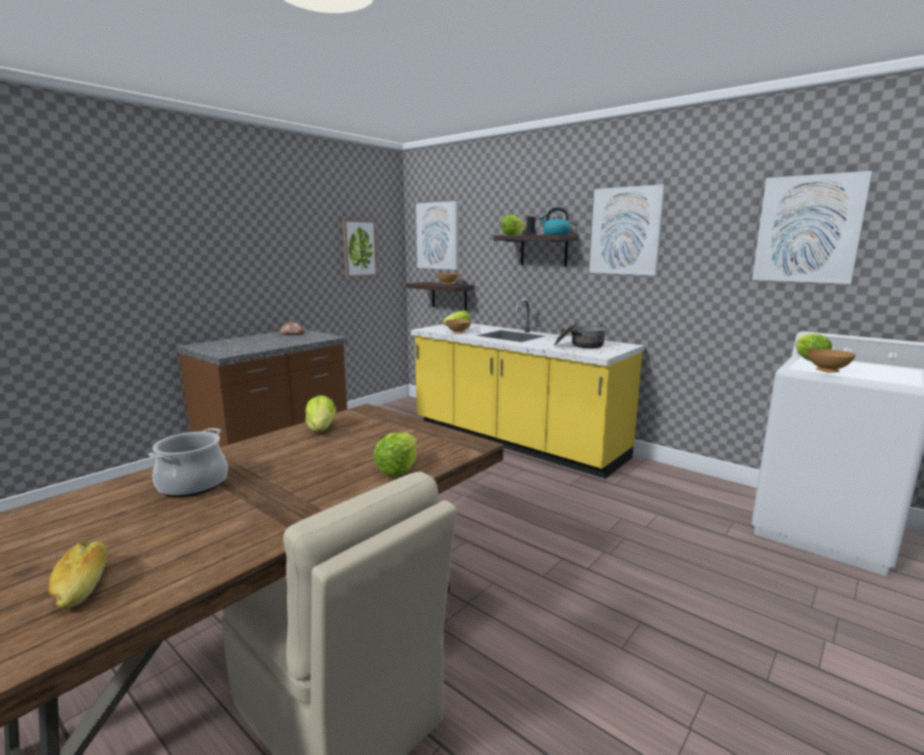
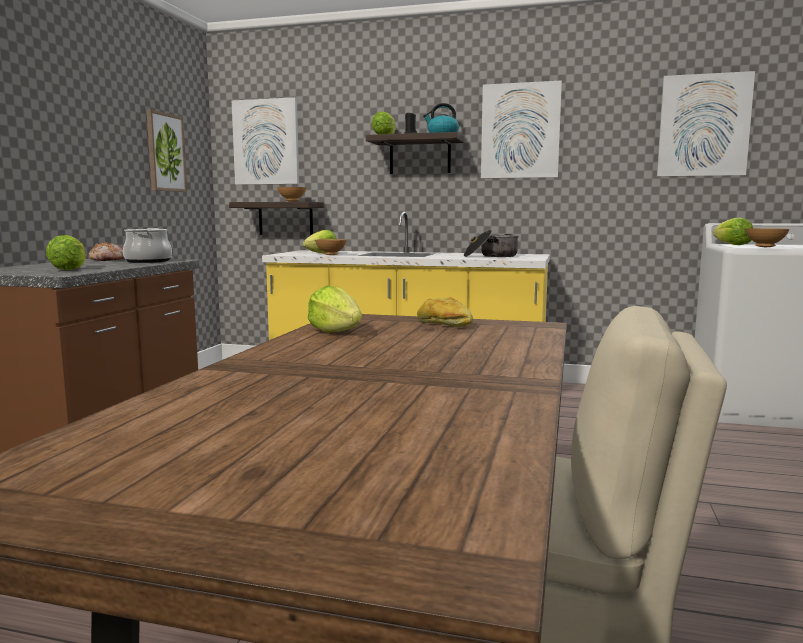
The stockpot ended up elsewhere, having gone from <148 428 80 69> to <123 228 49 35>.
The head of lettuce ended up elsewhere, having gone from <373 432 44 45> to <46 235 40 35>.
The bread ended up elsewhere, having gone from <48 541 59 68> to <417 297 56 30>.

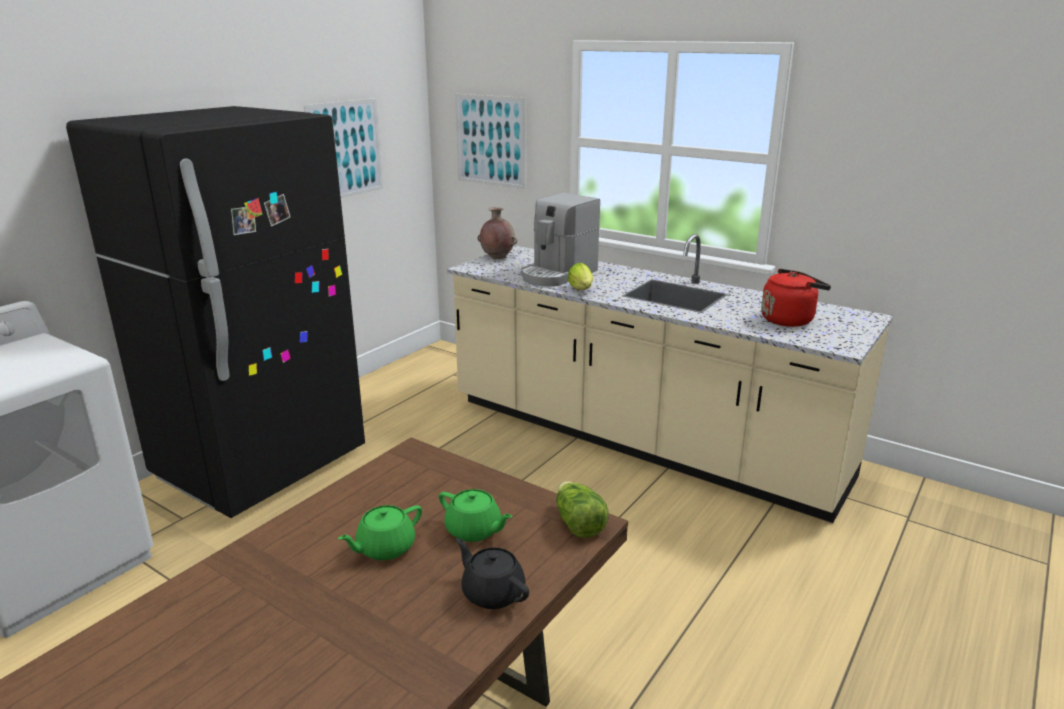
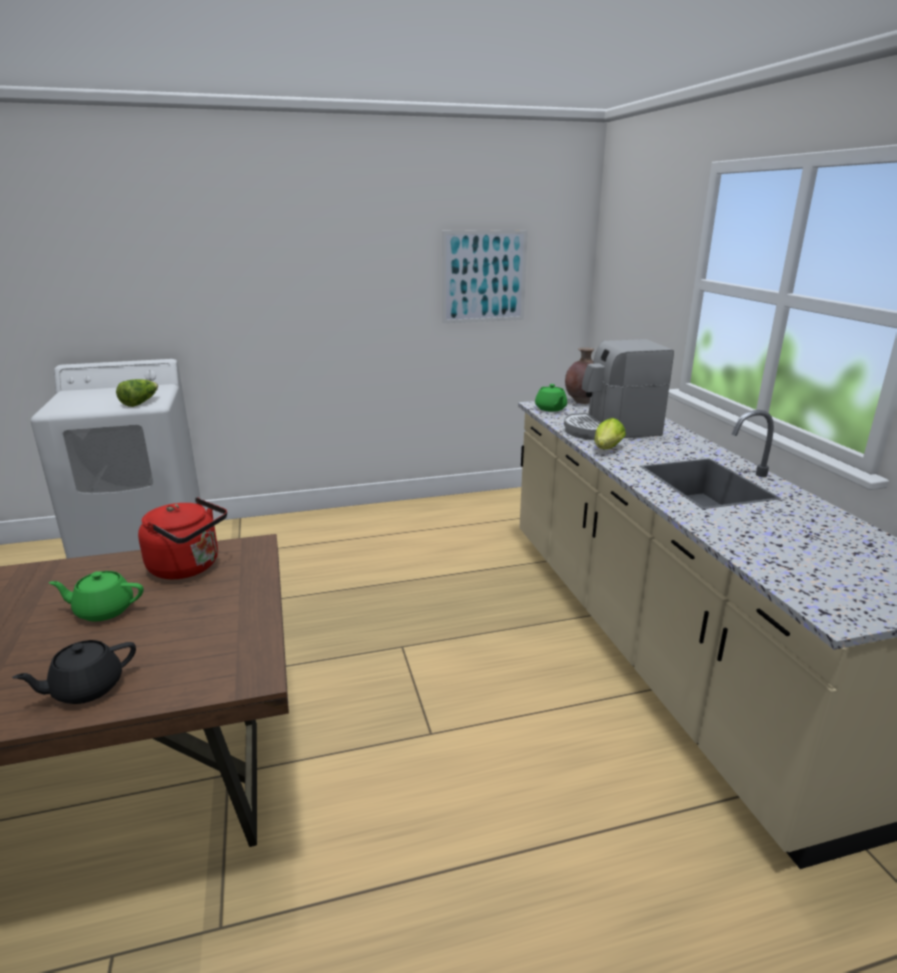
The second view lost the wall art at <455 94 71 95>.
The second view lost the black-coloured kitchen fridge at <66 106 299 412>.
The red water kettle ended up elsewhere, having gone from <761 269 70 58> to <138 497 89 82>.
The head of lettuce ended up elsewhere, having gone from <556 481 53 57> to <116 379 42 28>.
The greenish teapot ended up elsewhere, having gone from <439 489 74 53> to <535 384 32 28>.
The black-coloured teapot at <456 538 73 71> ended up facing another way, 120 degrees counterclockwise from before.

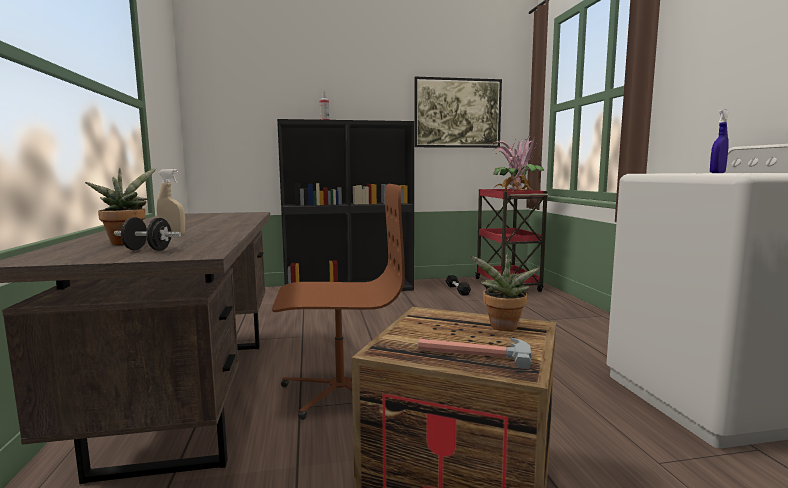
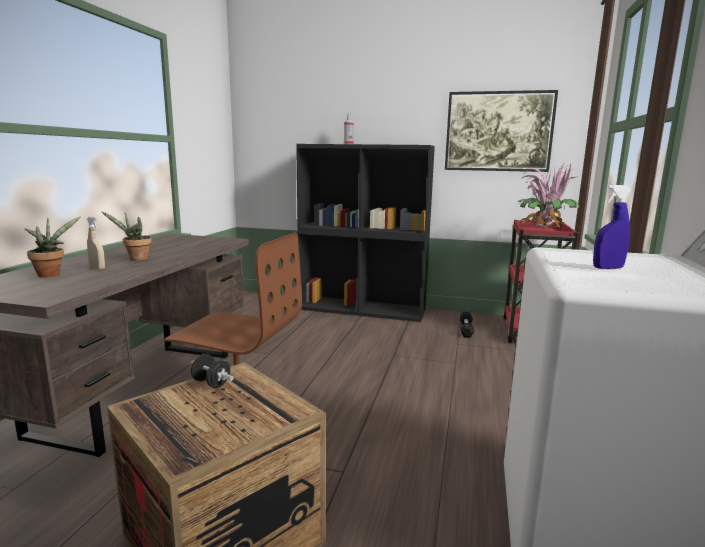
The black-coloured free weight ended up elsewhere, having gone from <114 217 67 34> to <190 354 43 34>.
The houseplant ended up elsewhere, having gone from <470 253 70 78> to <102 212 50 49>.
The second view lost the hammer at <417 338 114 31>.

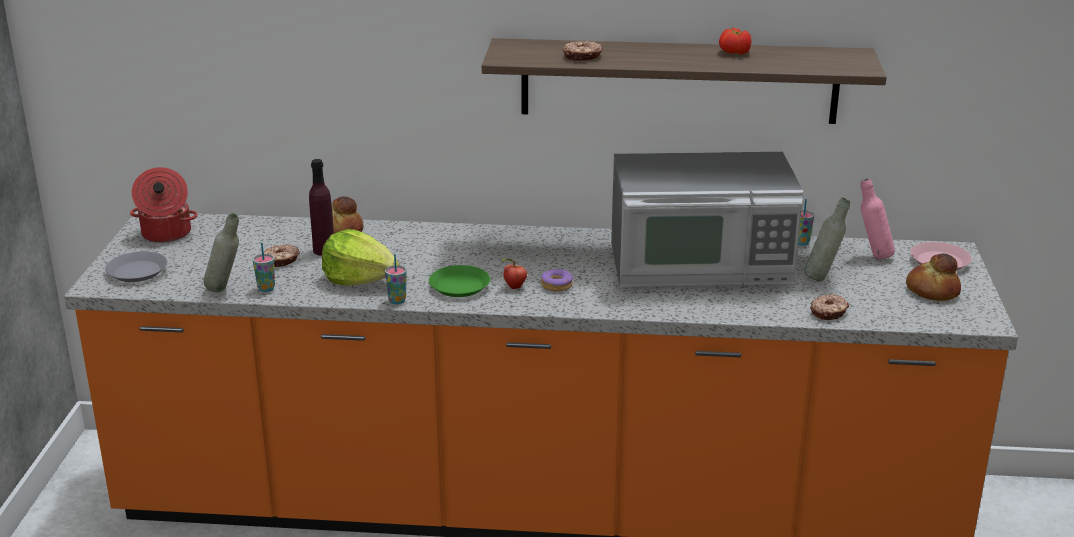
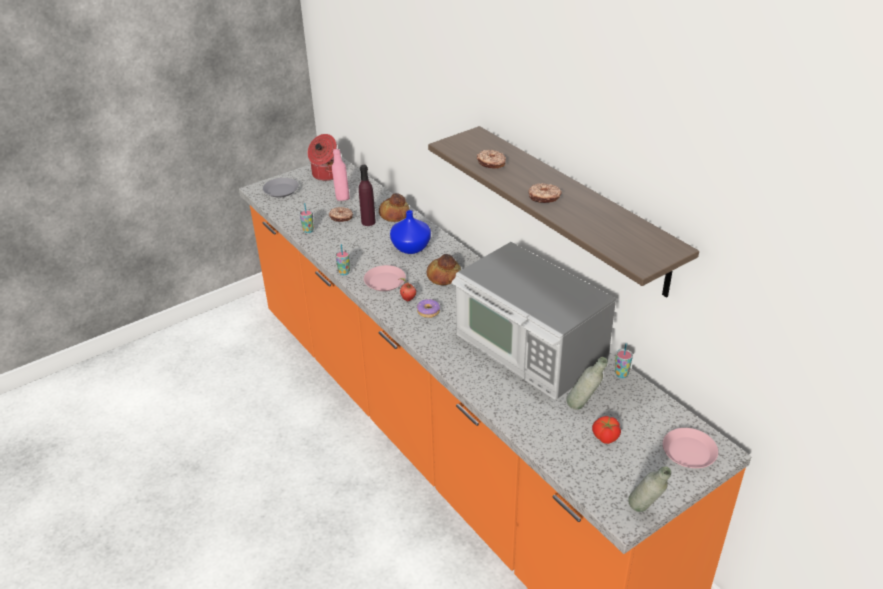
The whole tomato ended up elsewhere, having gone from <719 28 33 27> to <592 416 29 28>.
The pink-coloured drink bottle ended up elsewhere, having gone from <860 178 35 82> to <332 149 18 52>.
The greyish drink bottle ended up elsewhere, having gone from <203 213 36 79> to <628 466 43 46>.
The second view lost the head of lettuce at <322 229 77 57>.
The bread ended up elsewhere, having gone from <906 254 55 47> to <427 254 34 31>.
What was the greenish plate at <429 265 61 32> turned into the pink-coloured plate at <364 265 42 26>.
The donut ended up elsewhere, having gone from <810 294 39 26> to <528 183 34 20>.
The second view gained the blue-coloured decorative vase at <390 210 41 44>.

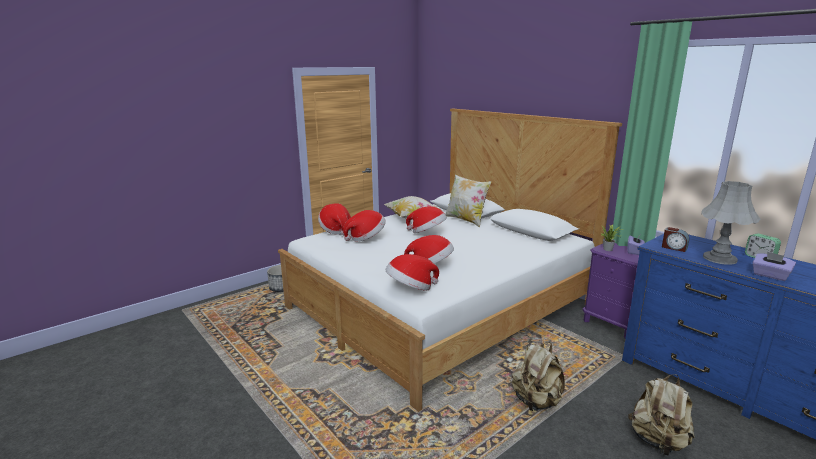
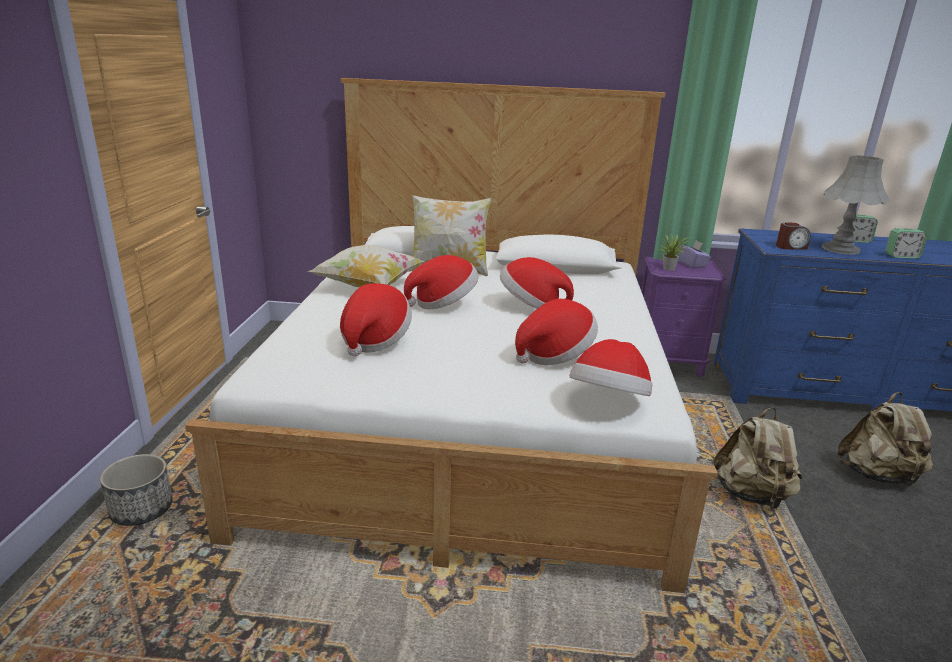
The hat ended up elsewhere, having gone from <318 203 33 32> to <500 257 74 52>.
Where the purplish box of tissues stood at <753 252 43 29>, the table clock came to stand at <885 228 43 31>.

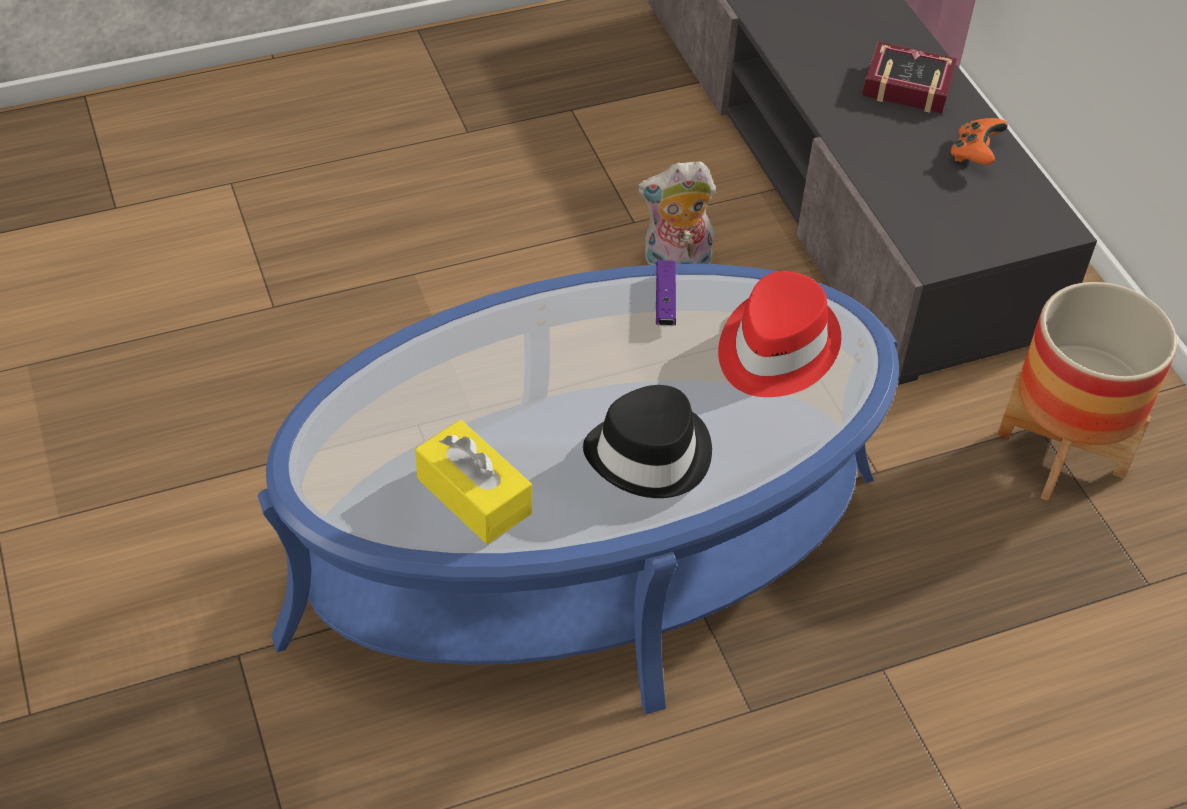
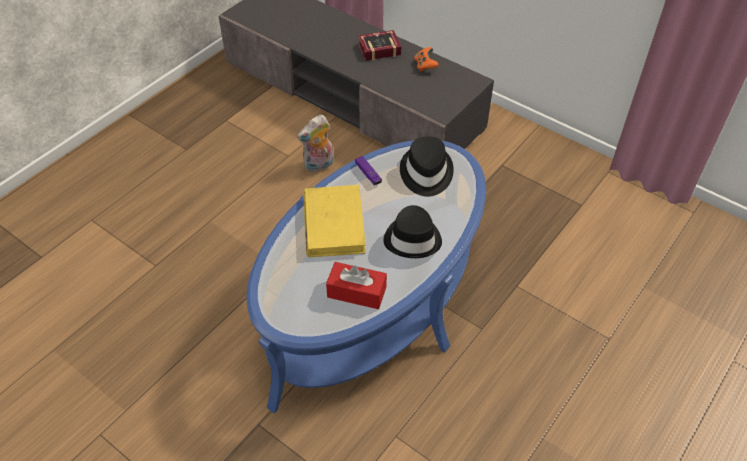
What was the red hat at <718 271 123 126> turned into the black-coloured hat at <400 136 54 61>.
The second view lost the flower pot at <998 282 179 219>.
What was the yellow-coloured box of tissues at <415 420 117 124> turned into the red box of tissues at <326 262 61 47>.
The second view gained the yellow-coloured volume at <303 185 63 72>.

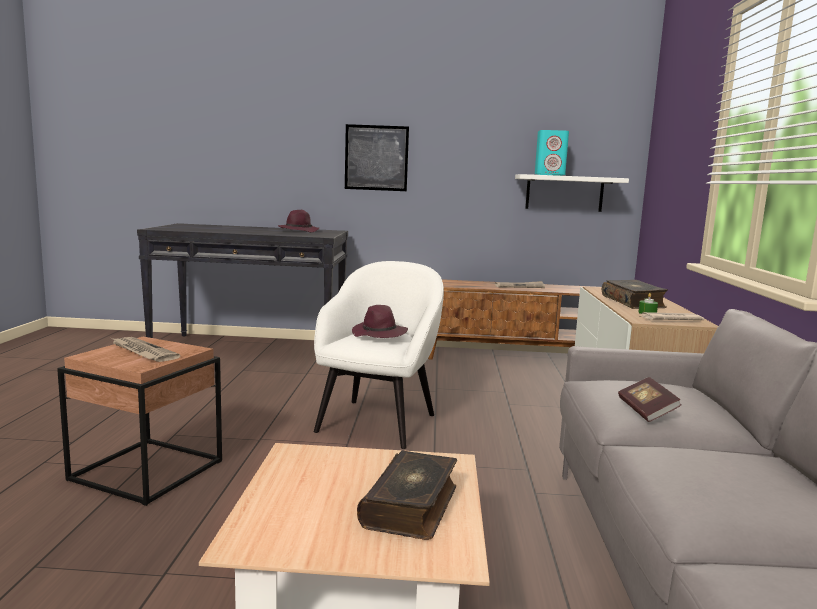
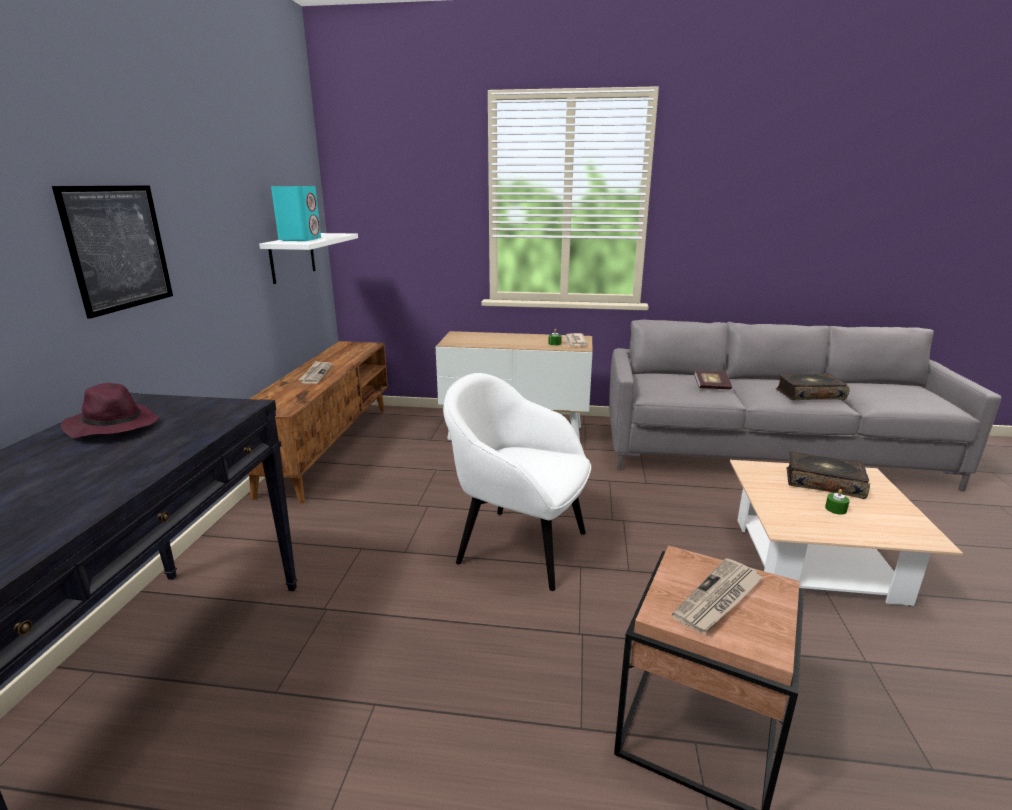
The volume ended up elsewhere, having gone from <602 280 66 29> to <775 373 75 27>.
The second view lost the purplish hat at <352 305 56 33>.
The second view gained the greenish wax light at <825 489 25 26>.

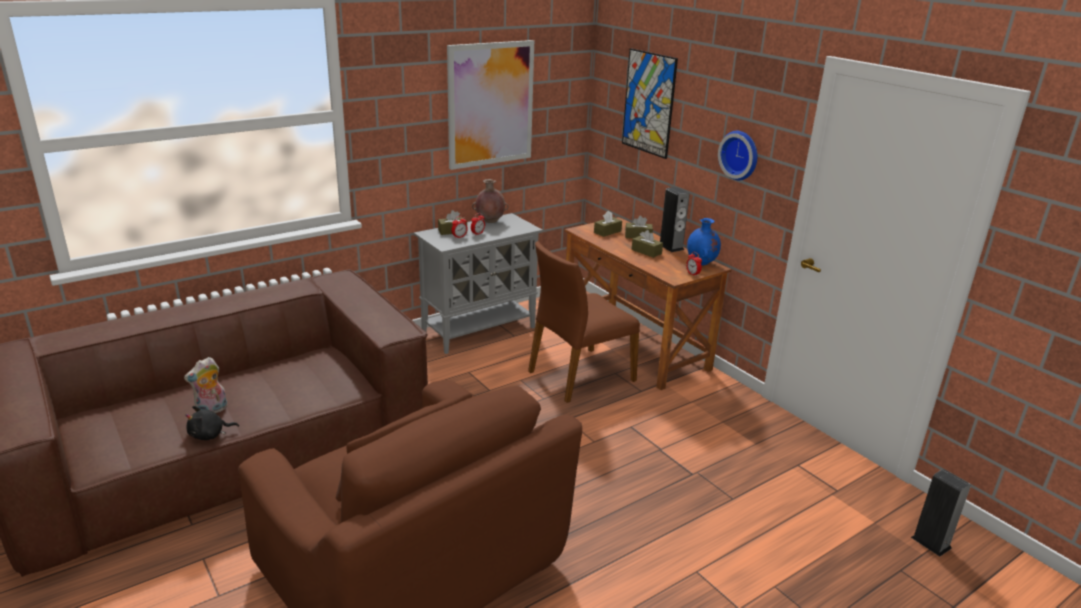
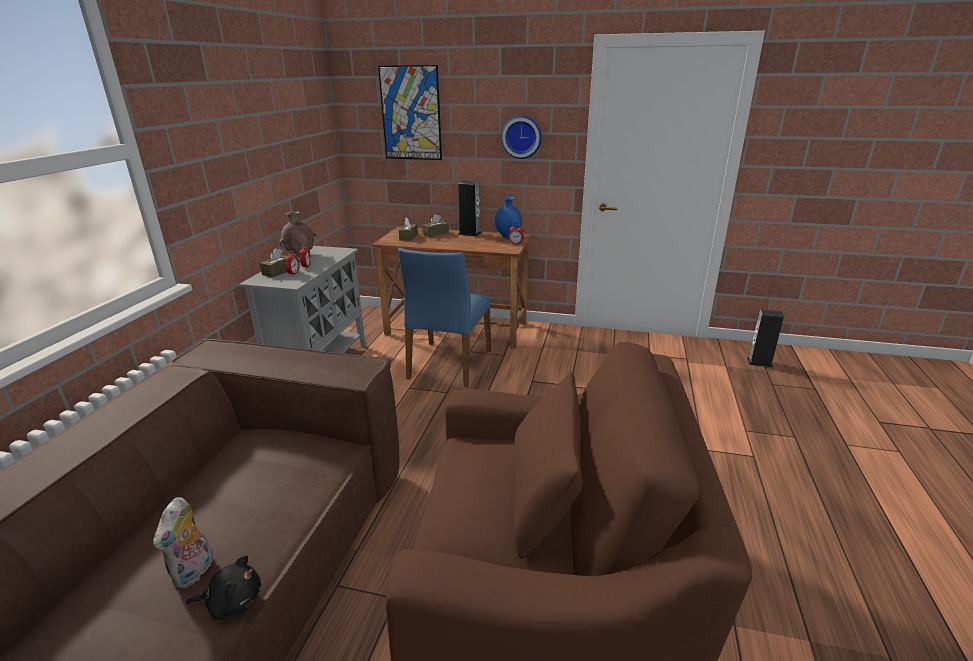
The second view lost the wall art at <447 40 87 130>.
The second view lost the brownish box of tissues at <631 230 32 28>.
What was the brownish chair at <528 241 112 162> turned into the blue-coloured chair at <398 248 93 139>.
The black-coloured cuddly toy at <186 406 53 34> ended up facing another way, 120 degrees counterclockwise from before.

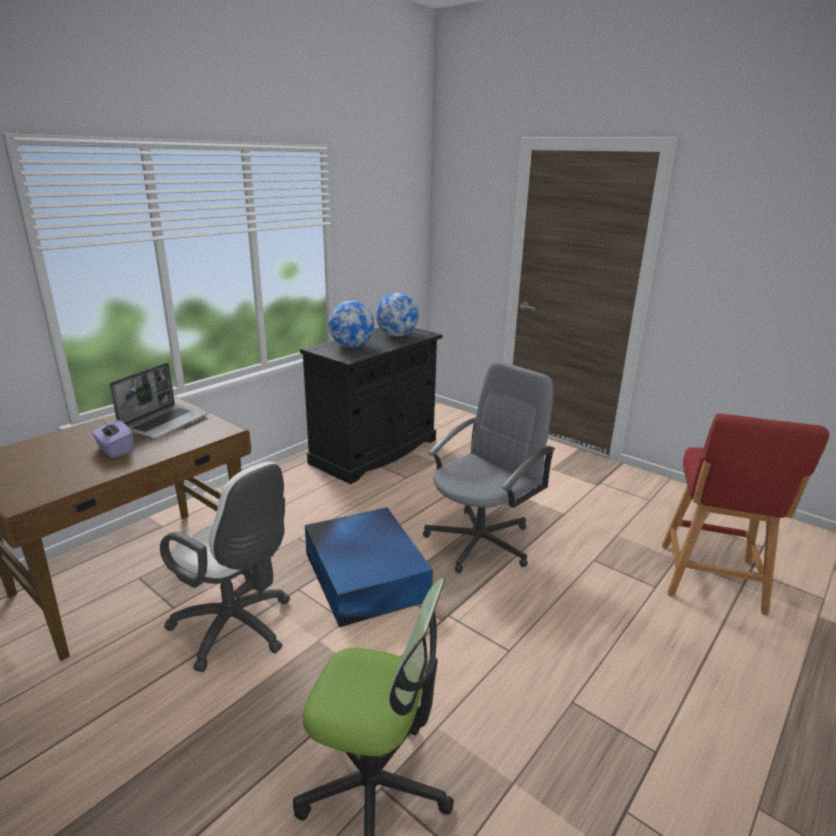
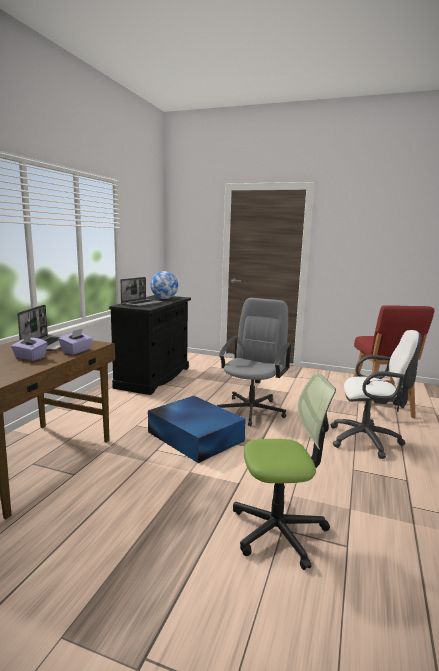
Where the desk globe stood at <328 301 46 47>, the laptop came to stand at <120 277 43 30>.
The white-coloured computer chair ended up elsewhere, having gone from <160 462 130 210> to <331 330 91 129>.
The second view gained the purplish box of tissues at <59 329 34 25>.

